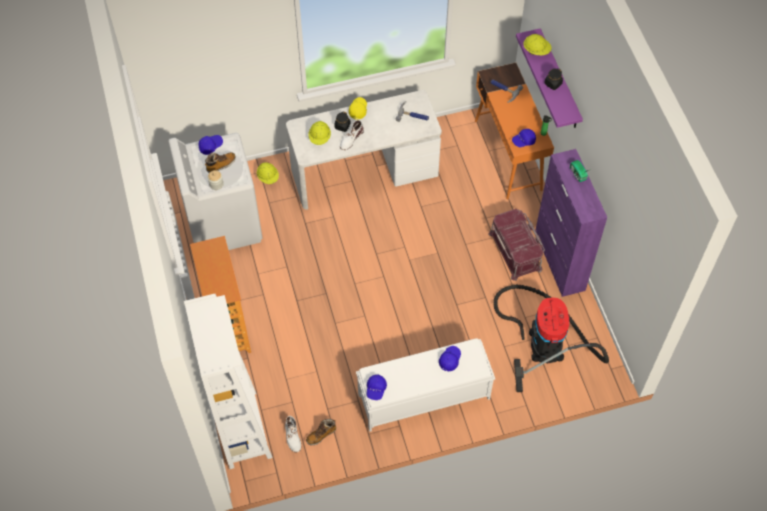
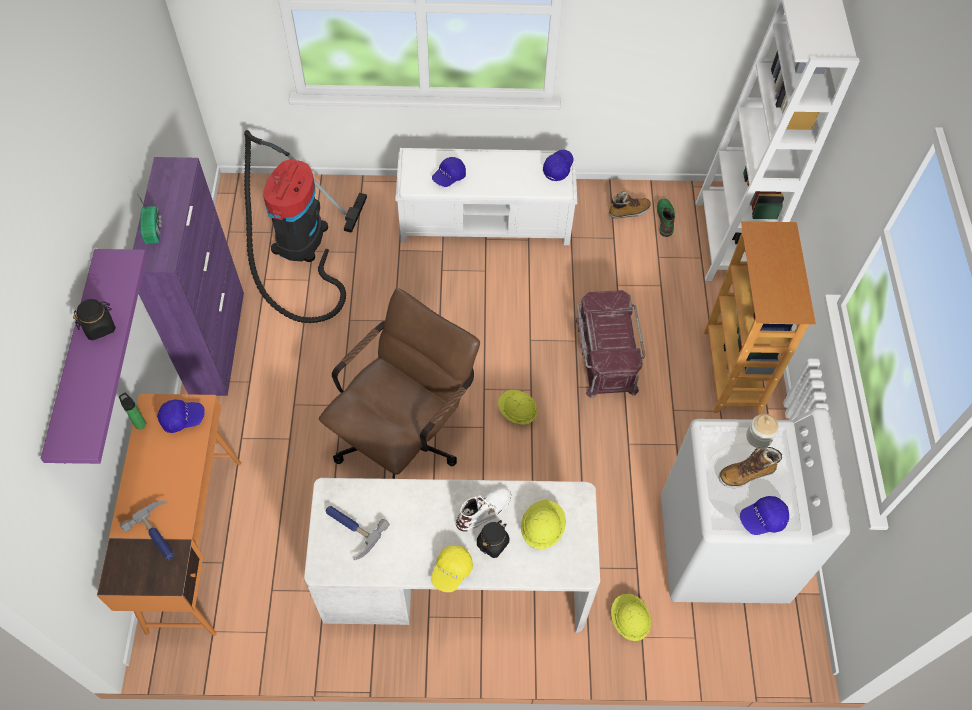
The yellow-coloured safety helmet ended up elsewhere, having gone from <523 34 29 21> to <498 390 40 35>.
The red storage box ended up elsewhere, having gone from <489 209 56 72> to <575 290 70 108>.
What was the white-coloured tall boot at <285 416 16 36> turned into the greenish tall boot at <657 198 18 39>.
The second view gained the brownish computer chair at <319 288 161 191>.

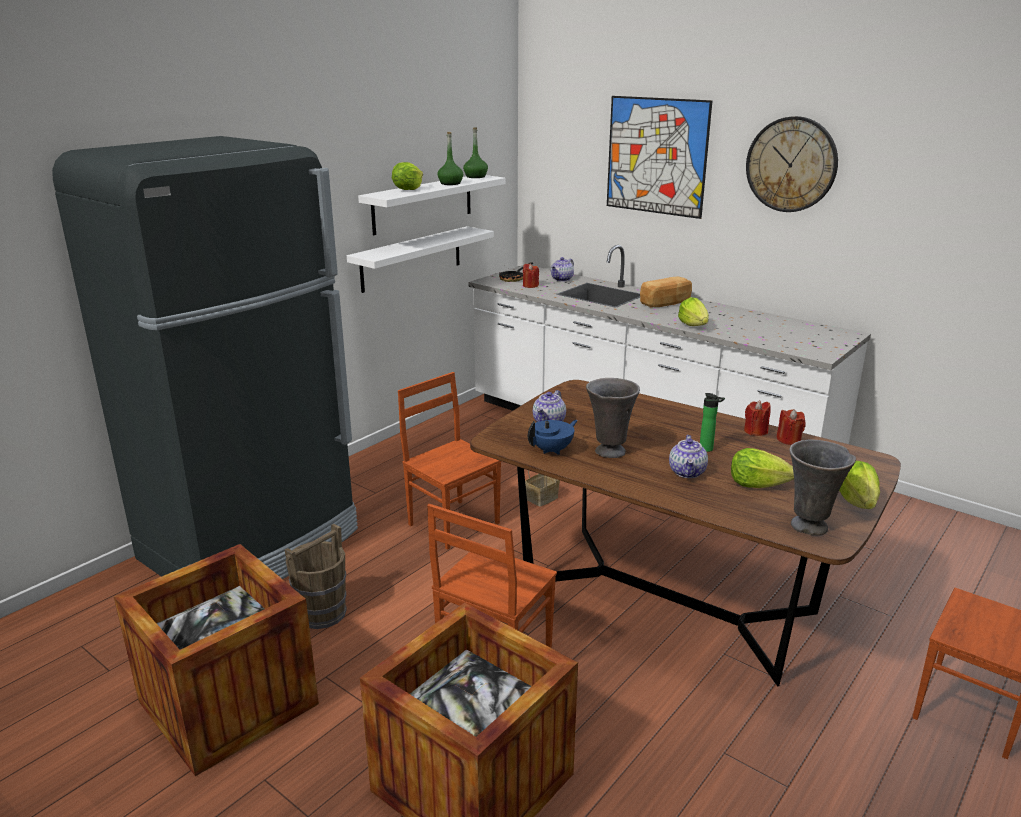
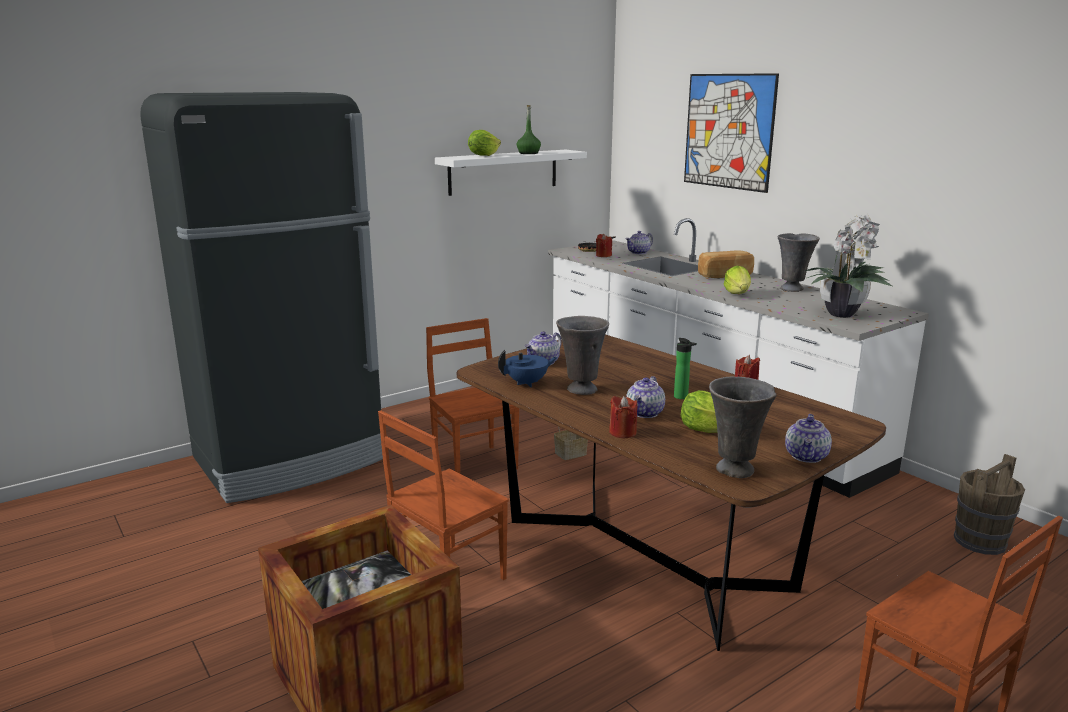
The second view lost the clock on the wall at <746 116 92 96>.
The second view lost the greenish drink bottle at <463 128 25 50>.
The second view lost the white-coloured shelf at <347 226 147 67>.
The red wax light ended up elsewhere, having gone from <776 409 30 36> to <609 396 28 42>.
Where the head of lettuce stood at <839 461 41 48>, the teapot came to stand at <785 414 47 49>.
The brownish water bucket ended up elsewhere, having gone from <284 523 62 106> to <954 454 71 101>.
The second view lost the packing crate at <114 544 205 232>.
The second view gained the houseplant at <805 214 87 104>.
The second view gained the greyish decorative vase at <778 233 42 59>.

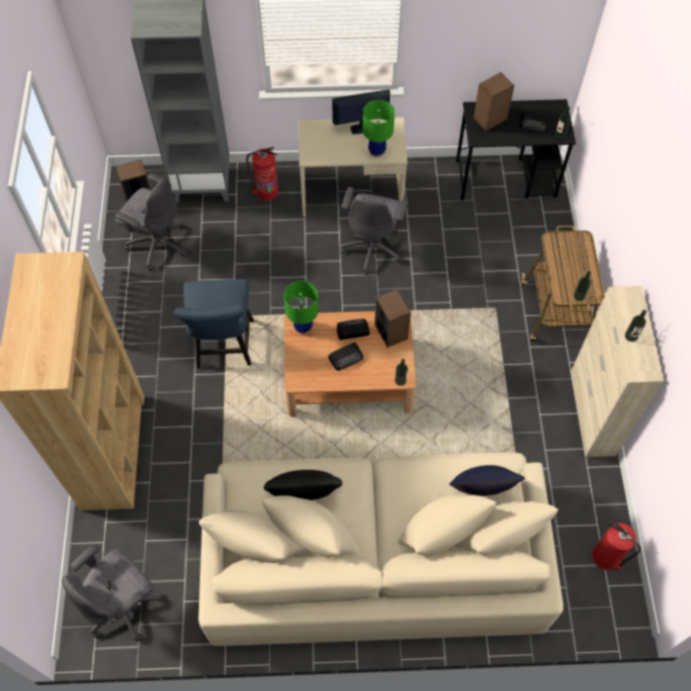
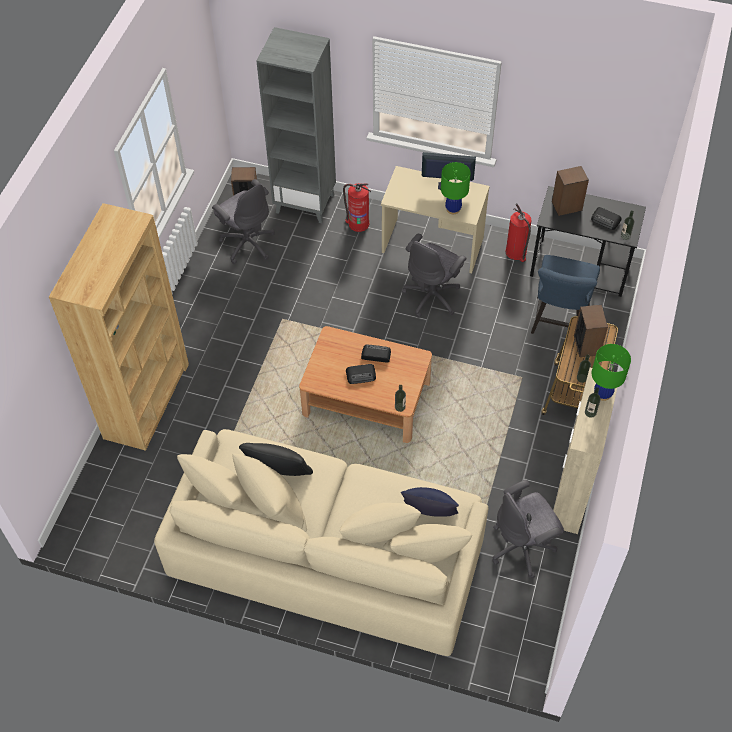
The blue-coloured chair ended up elsewhere, having gone from <174 279 80 89> to <531 255 69 79>.
The greenish table lamp ended up elsewhere, having gone from <284 281 35 53> to <592 344 39 57>.
The loudspeaker ended up elsewhere, having gone from <374 289 37 59> to <574 305 34 52>.
The extinguisher ended up elsewhere, having gone from <592 521 49 49> to <506 203 26 59>.
The greyish computer chair ended up elsewhere, having gone from <62 544 100 97> to <493 480 71 99>.

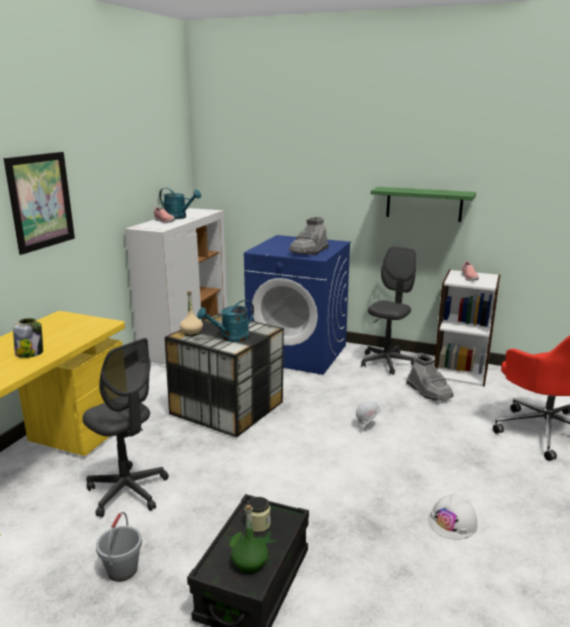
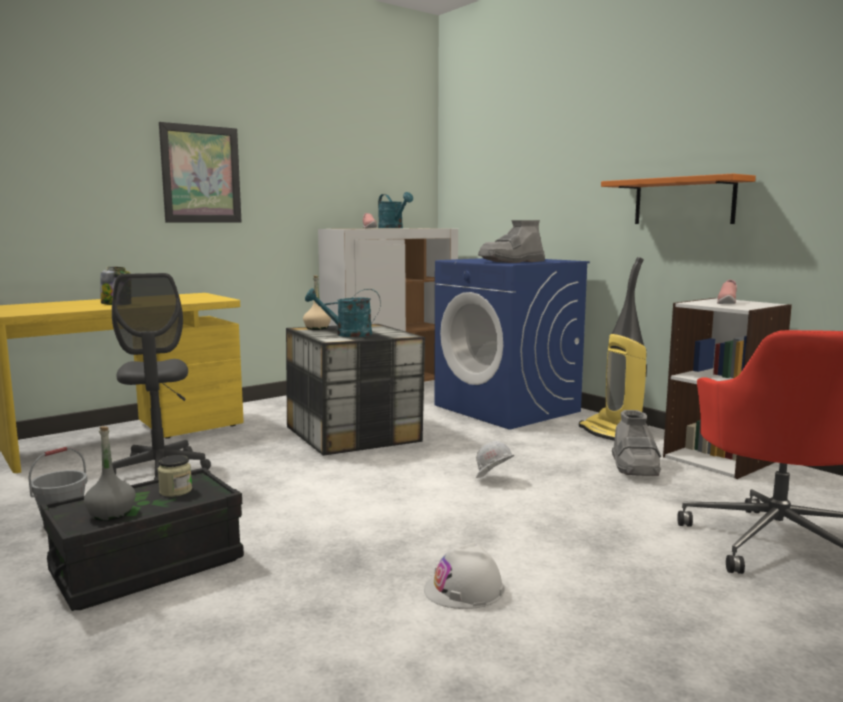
What was the greenish shelf at <371 187 105 35> turned into the orange shelf at <601 173 155 51>.
Where the greyish computer chair stood at <361 246 55 129>, the hoover came to stand at <579 257 70 184>.
What was the greenish drink bottle at <231 505 37 69> turned into the greyish drink bottle at <84 426 52 95>.

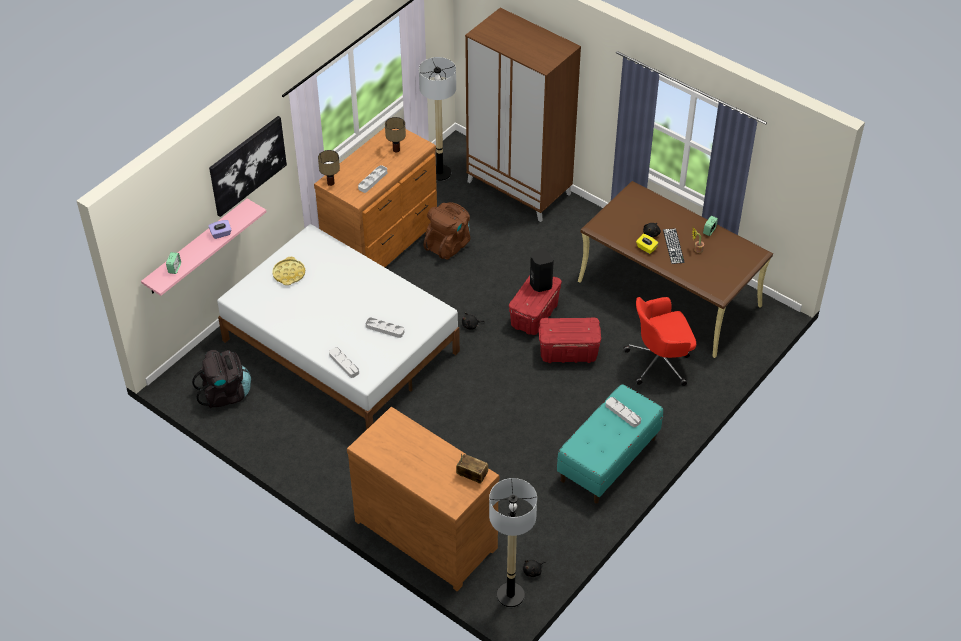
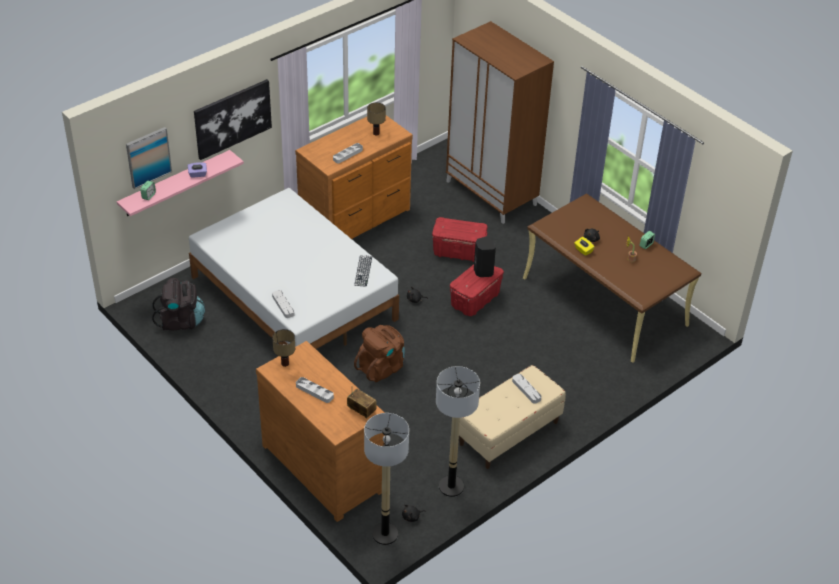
The standing lamp ended up elsewhere, having gone from <419 57 37 124> to <436 366 44 131>.
The table lamp ended up elsewhere, having gone from <318 150 22 36> to <272 329 23 38>.
The brownish knapsack ended up elsewhere, having gone from <424 202 46 57> to <354 325 51 57>.
The PC keyboard ended up elsewhere, having gone from <663 228 22 36> to <354 255 18 32>.
The second view lost the yellow-coloured tray at <272 257 33 28>.
The second view lost the red computer chair at <624 297 72 89>.
The greyish tray ended up elsewhere, having gone from <366 317 38 21> to <296 377 38 26>.
The red storage box ended up elsewhere, having gone from <539 317 62 46> to <432 217 56 45>.
What was the turquoise bench at <557 384 106 120> turned into the beige bench at <459 365 107 104>.
The second view gained the wall art at <126 127 46 62>.

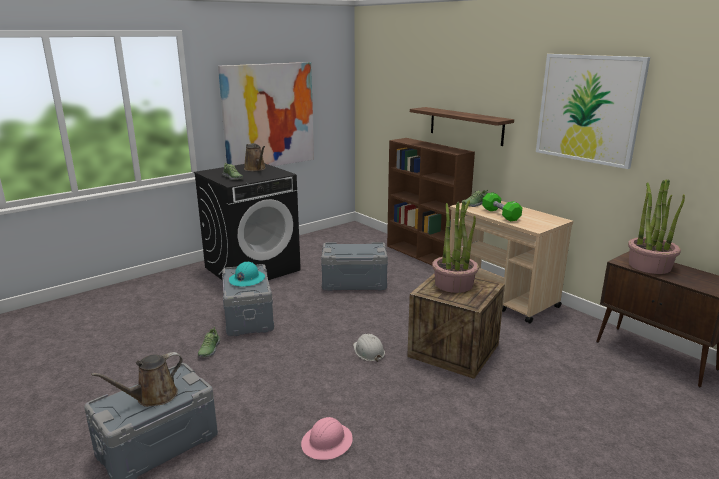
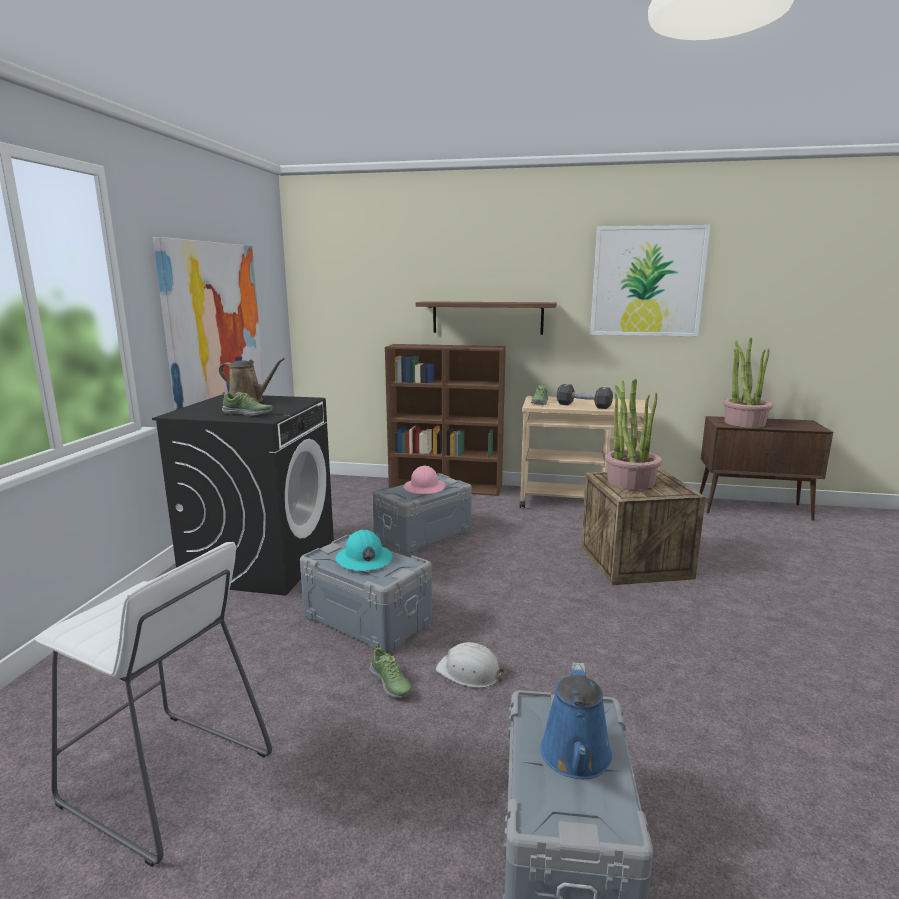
What was the greenish free weight at <482 193 40 28> turned into the black-coloured free weight at <557 384 56 25>.
The white-coloured safety helmet ended up elsewhere, having gone from <353 334 32 28> to <436 642 70 46>.
What was the brownish watering can at <91 352 92 55> turned into the blue-coloured watering can at <540 662 72 117>.
The pink-coloured safety helmet ended up elsewhere, having gone from <301 417 52 43> to <404 466 42 28>.
The second view gained the white-coloured stool at <35 542 237 325>.

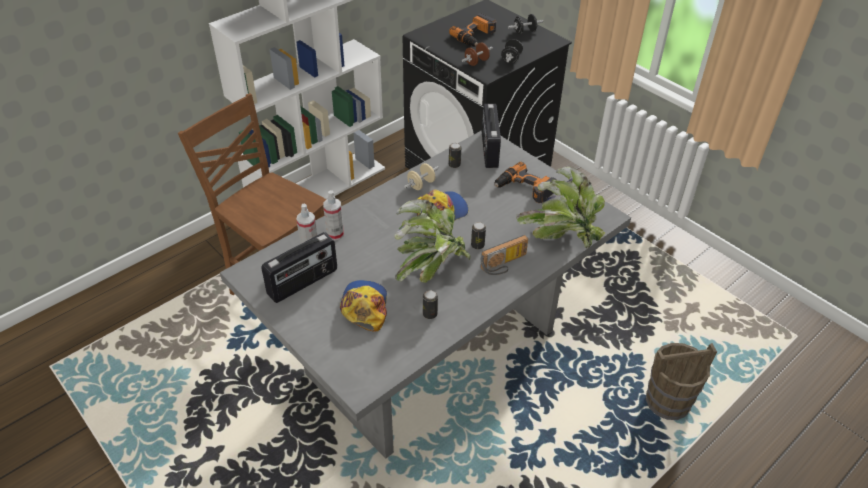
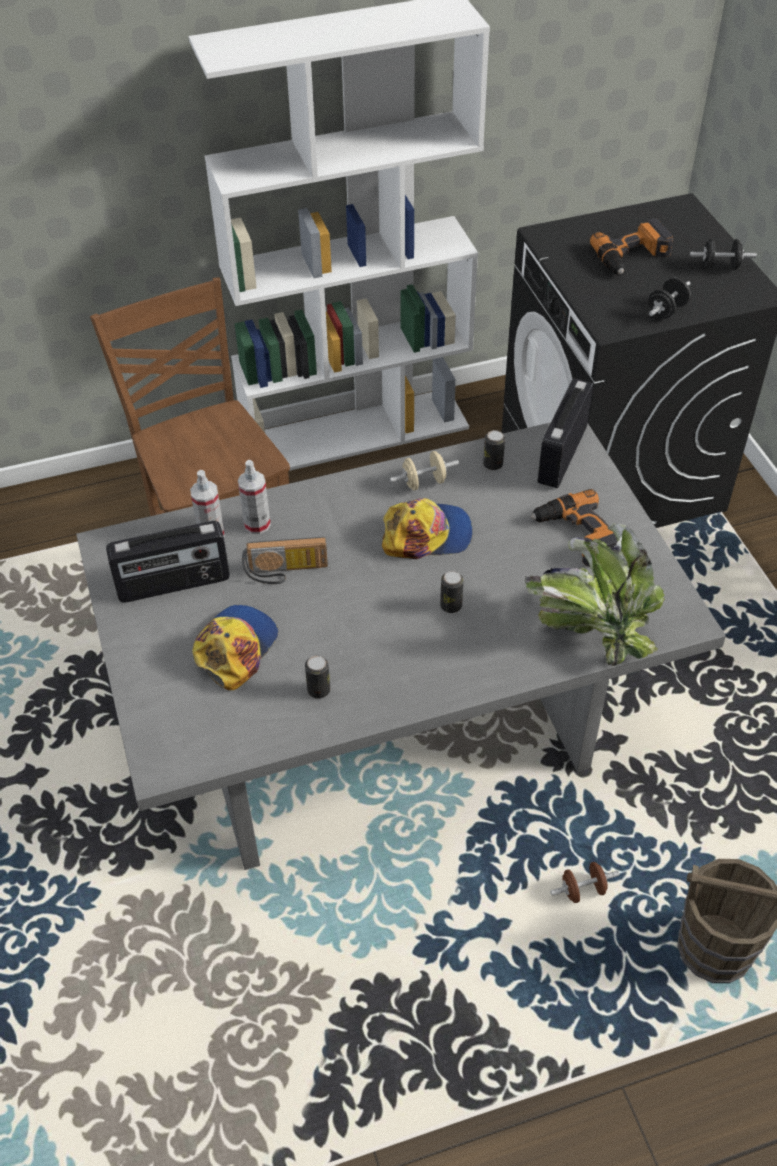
The brownish free weight ended up elsewhere, having gone from <462 42 31 24> to <550 862 70 41>.
The second view lost the houseplant at <395 199 76 83>.
The radio ended up elsewhere, having gone from <481 235 47 40> to <242 537 86 47>.

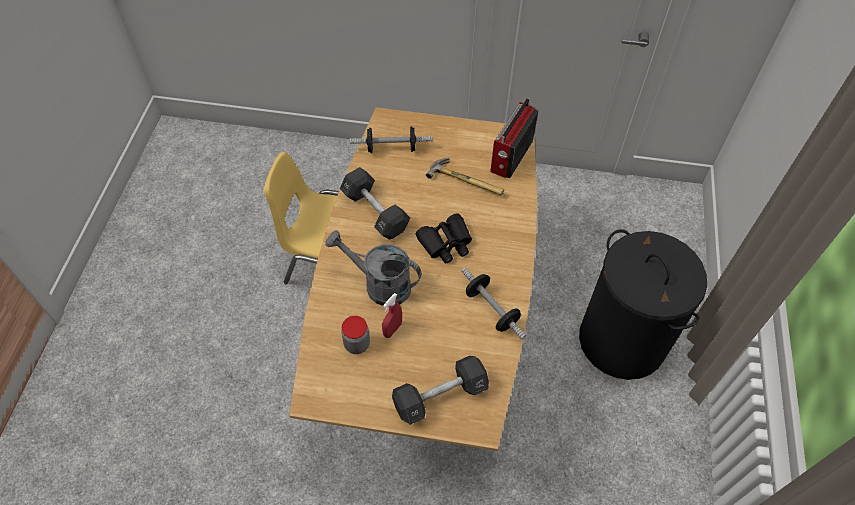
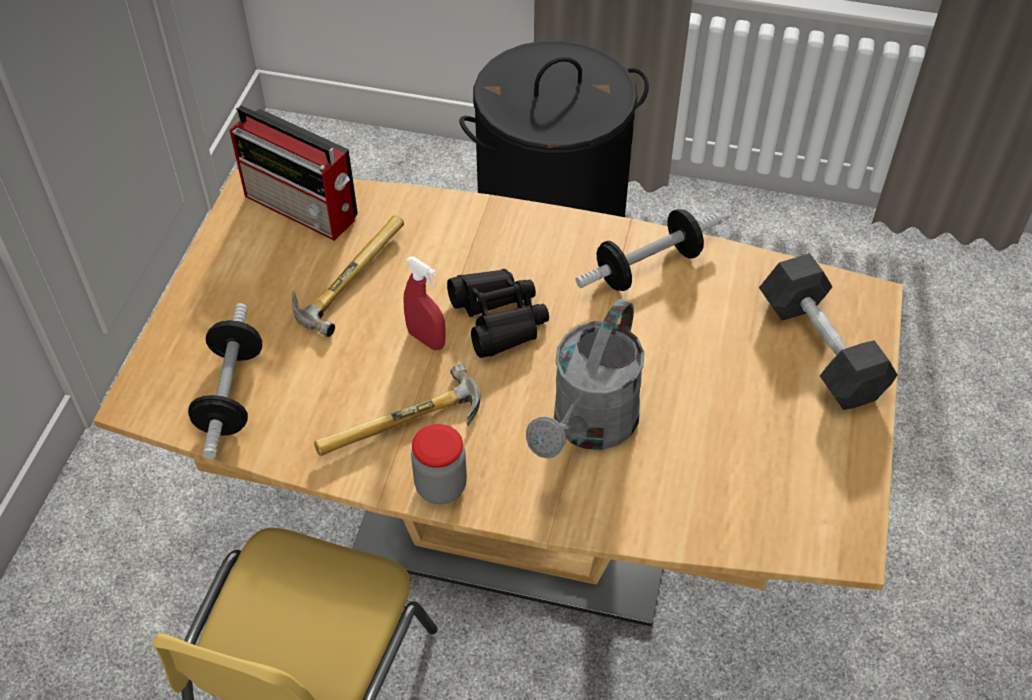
Where the black-coloured free weight stood at <340 167 70 73>, the hammer came to stand at <314 364 166 92>.
The red sprayer ended up elsewhere, having gone from <382 293 20 45> to <403 256 43 94>.
The preserve jar ended up elsewhere, having gone from <341 316 29 38> to <411 424 56 80>.

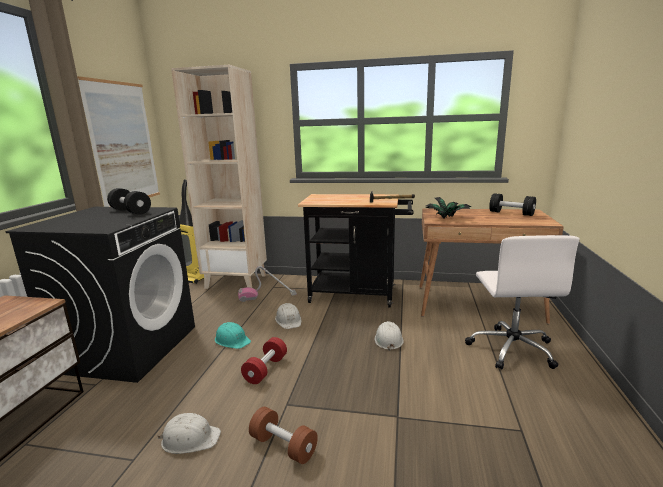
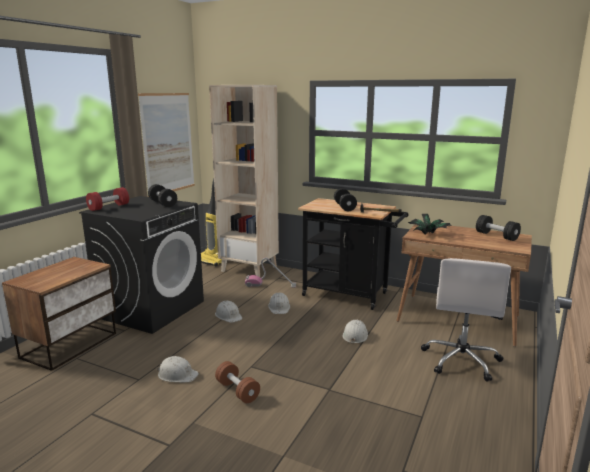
What was the turquoise safety helmet at <215 322 36 27> turned into the white-coloured safety helmet at <215 301 28 22>.
The red free weight ended up elsewhere, having gone from <241 337 46 47> to <86 187 43 24>.
The second view gained the black-coloured free weight at <334 188 23 23>.

